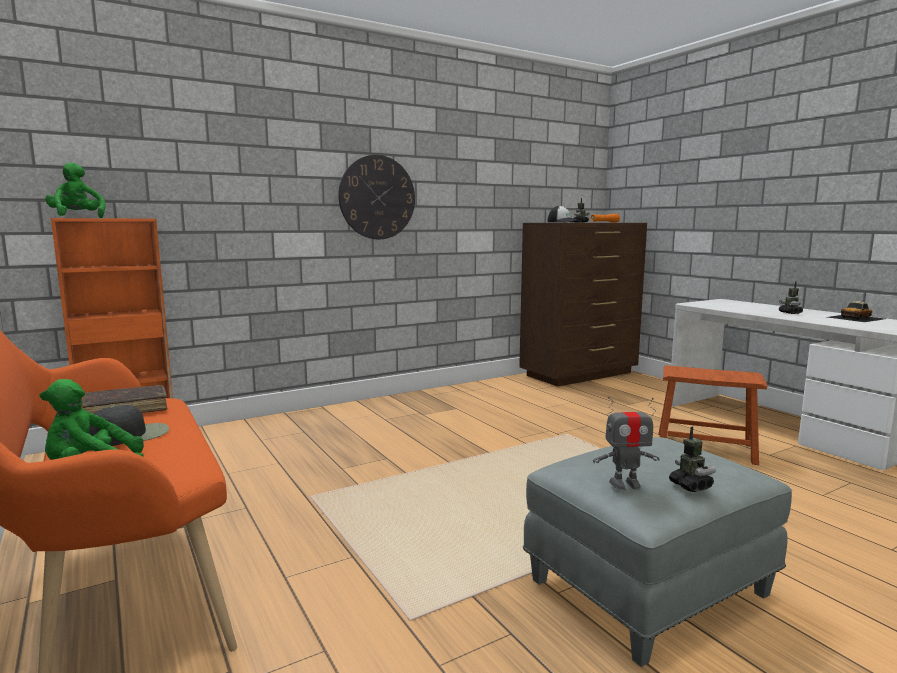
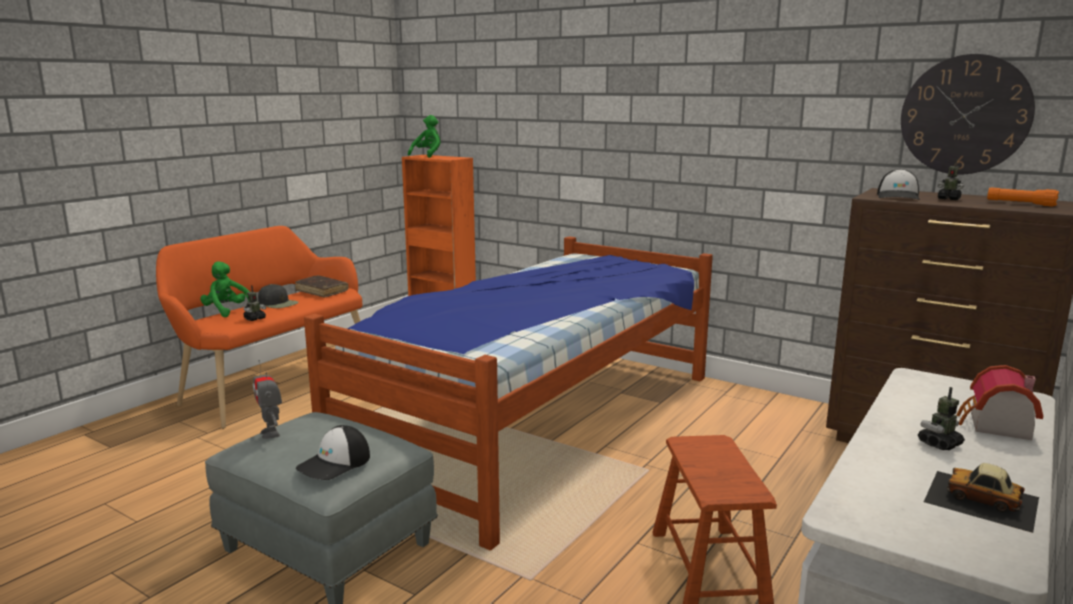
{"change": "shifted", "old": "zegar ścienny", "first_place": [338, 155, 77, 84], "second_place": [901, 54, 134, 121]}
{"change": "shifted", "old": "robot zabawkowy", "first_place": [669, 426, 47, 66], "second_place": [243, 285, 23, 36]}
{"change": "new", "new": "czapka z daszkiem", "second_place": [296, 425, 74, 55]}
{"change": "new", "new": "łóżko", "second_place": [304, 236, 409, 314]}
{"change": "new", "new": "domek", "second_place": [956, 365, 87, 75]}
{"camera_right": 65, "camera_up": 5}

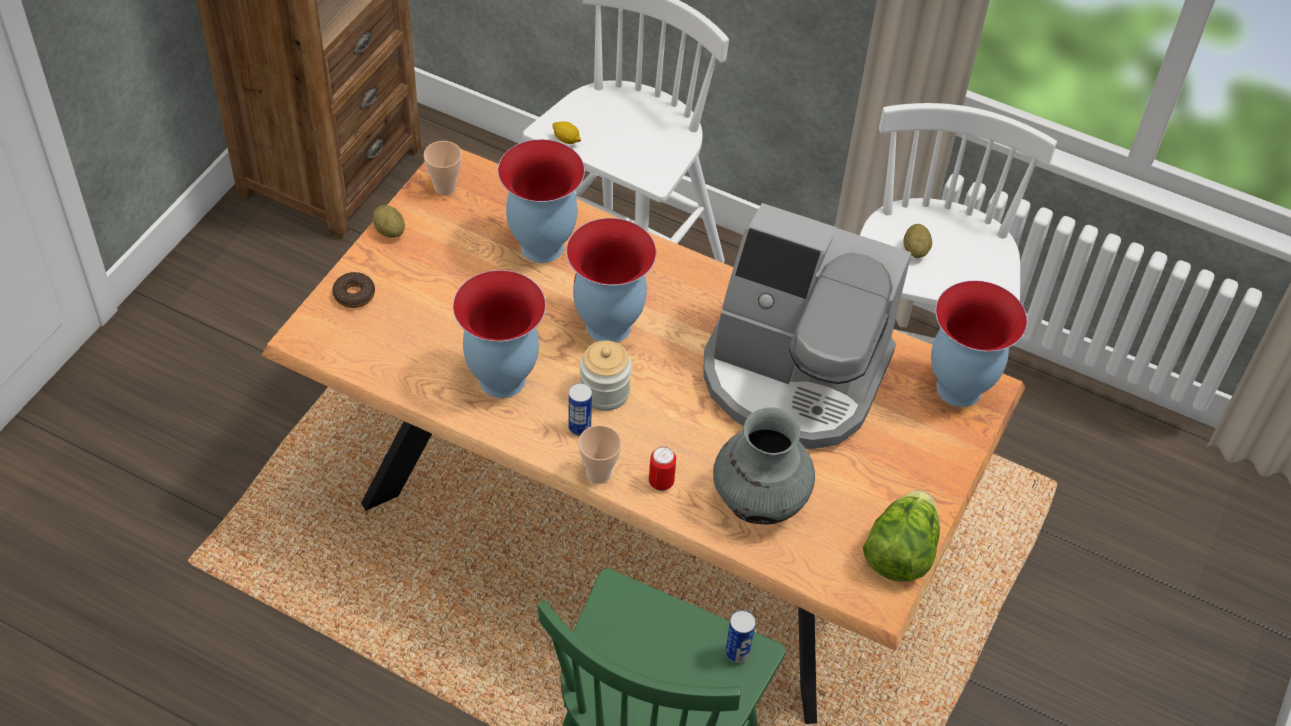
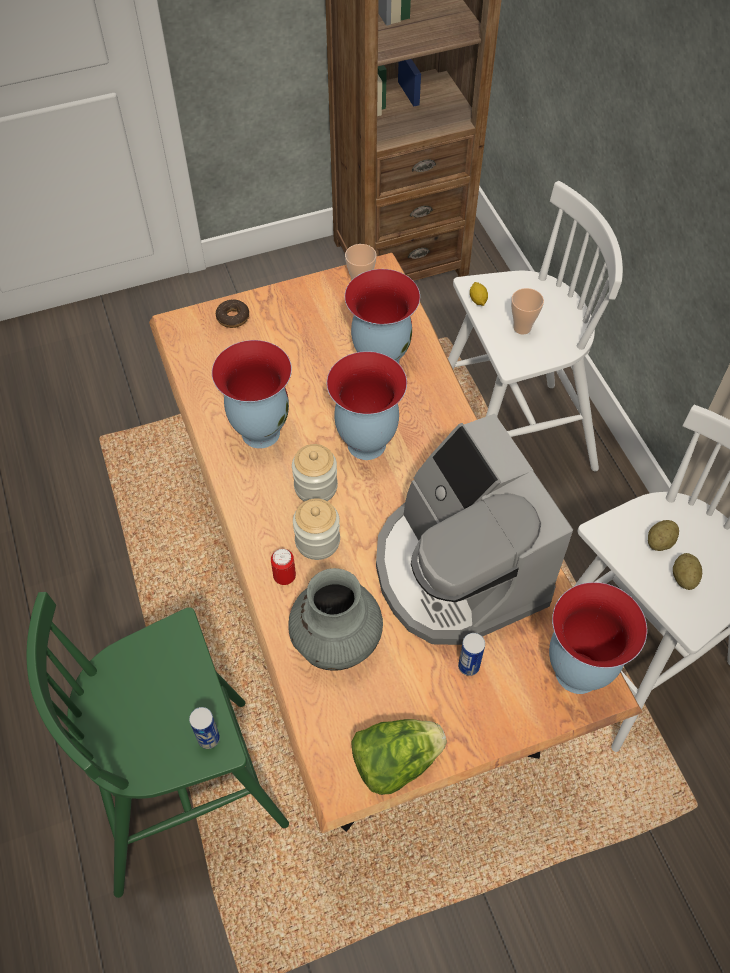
{"change": "shifted", "old": "ziemniak", "first_place": [373, 205, 32, 33], "second_place": [673, 553, 29, 37]}
{"change": "shifted", "old": "puszka", "first_place": [568, 383, 24, 53], "second_place": [458, 633, 27, 43]}
{"change": "shifted", "old": "filiżanka", "first_place": [578, 425, 44, 59], "second_place": [511, 288, 33, 47]}
{"change": "new", "new": "słoik", "second_place": [293, 498, 47, 62]}
{"camera_right": 45, "camera_up": 5}

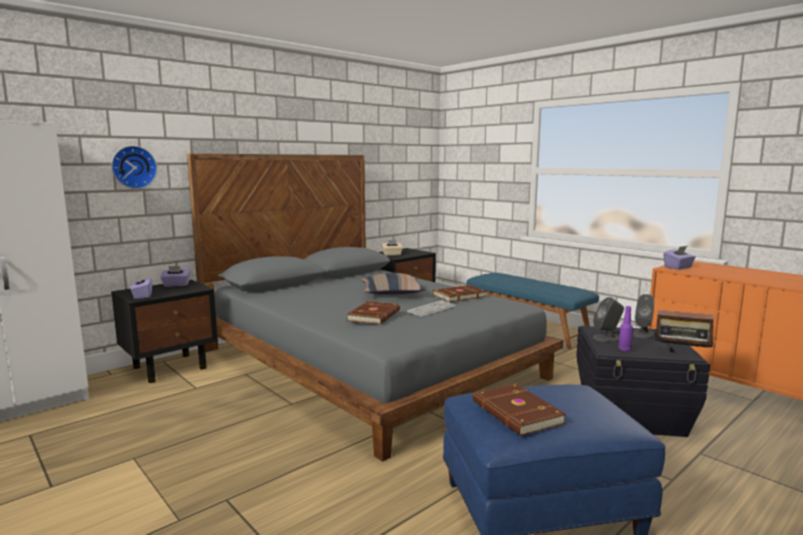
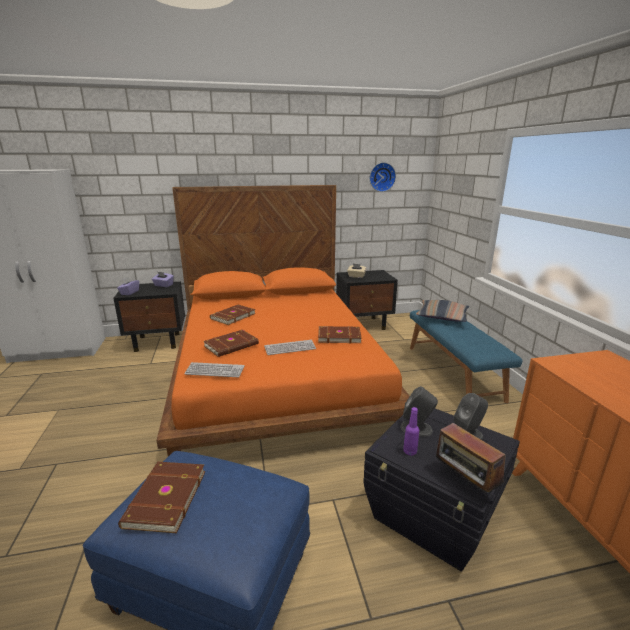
{"change": "shifted", "old": "zegar ścienny", "first_place": [111, 146, 46, 43], "second_place": [370, 162, 26, 30]}
{"change": "repainted", "old": "łóżko (szary)", "new": "łóżko (pomarańczowy)", "first_place": [187, 154, 376, 308], "second_place": [156, 185, 254, 271]}
{"change": "shifted", "old": "poduszka", "first_place": [361, 273, 65, 22], "second_place": [416, 300, 53, 22]}
{"change": "gone", "old": "pudełko chusteczek (fioletowy)", "first_place": [663, 246, 33, 24]}
{"change": "new", "new": "klawiatura", "second_place": [184, 362, 61, 15]}
{"change": "new", "new": "książka (brązowy)", "second_place": [210, 305, 46, 20]}
{"camera_right": 30, "camera_up": 10}

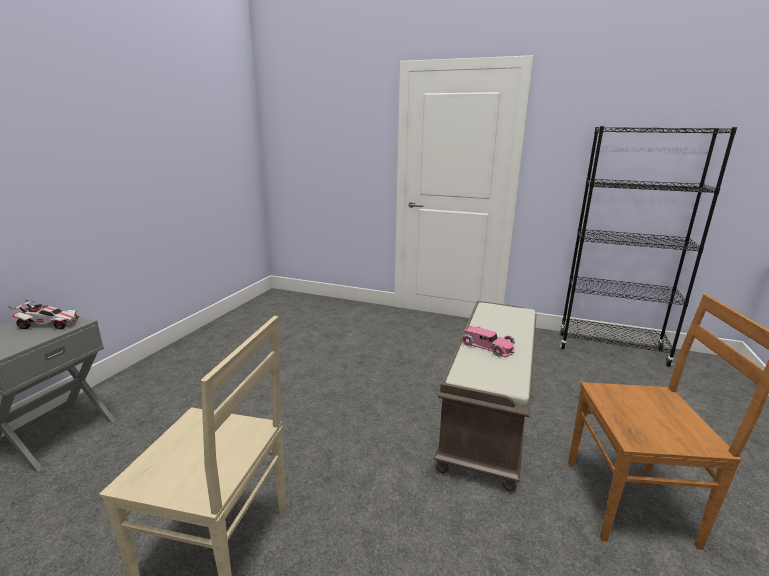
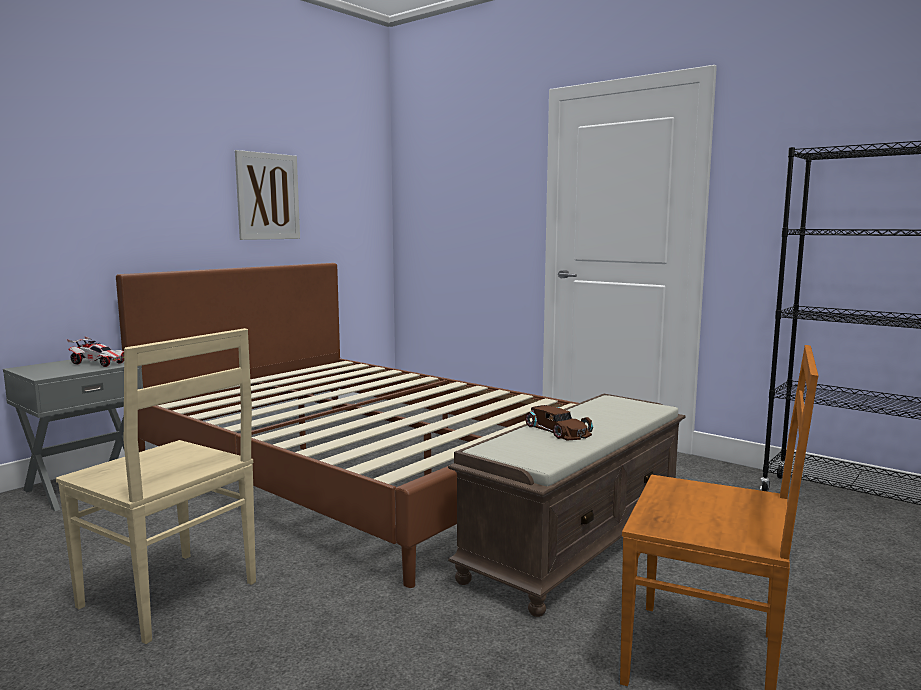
{"change": "repainted", "old": "samochodzik (różowy)", "new": "samochodzik (brązowy)", "first_place": [462, 326, 53, 31], "second_place": [525, 405, 68, 35]}
{"change": "new", "new": "łóżko (brązowy)", "second_place": [116, 263, 462, 325]}
{"change": "new", "new": "obraz", "second_place": [235, 150, 65, 90]}
{"camera_right": 20, "camera_up": -10}

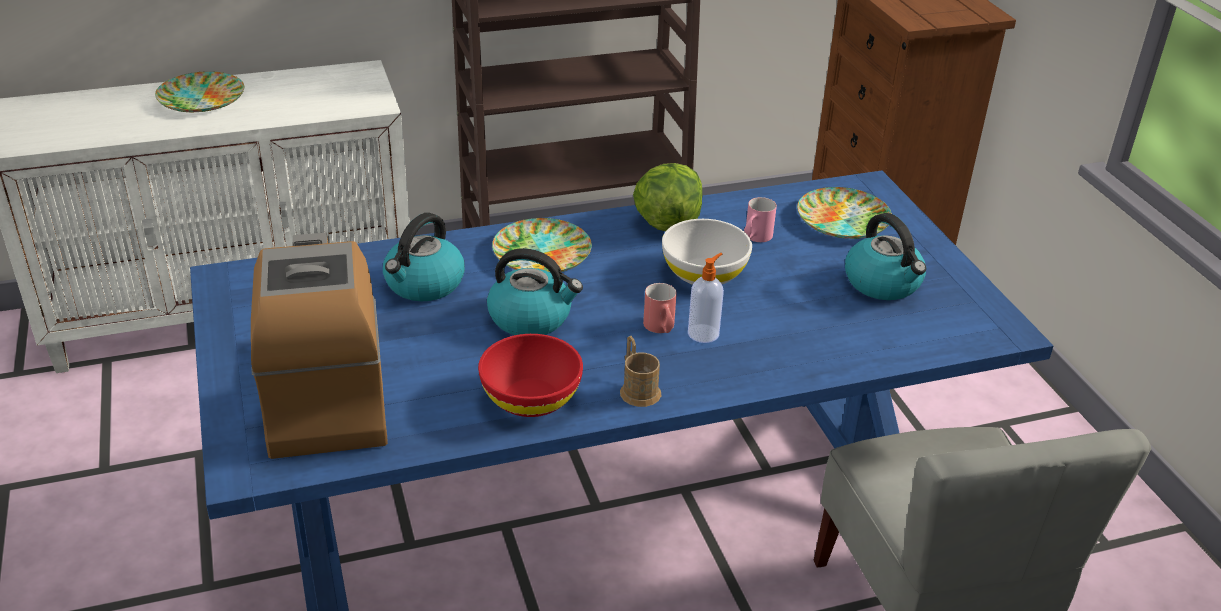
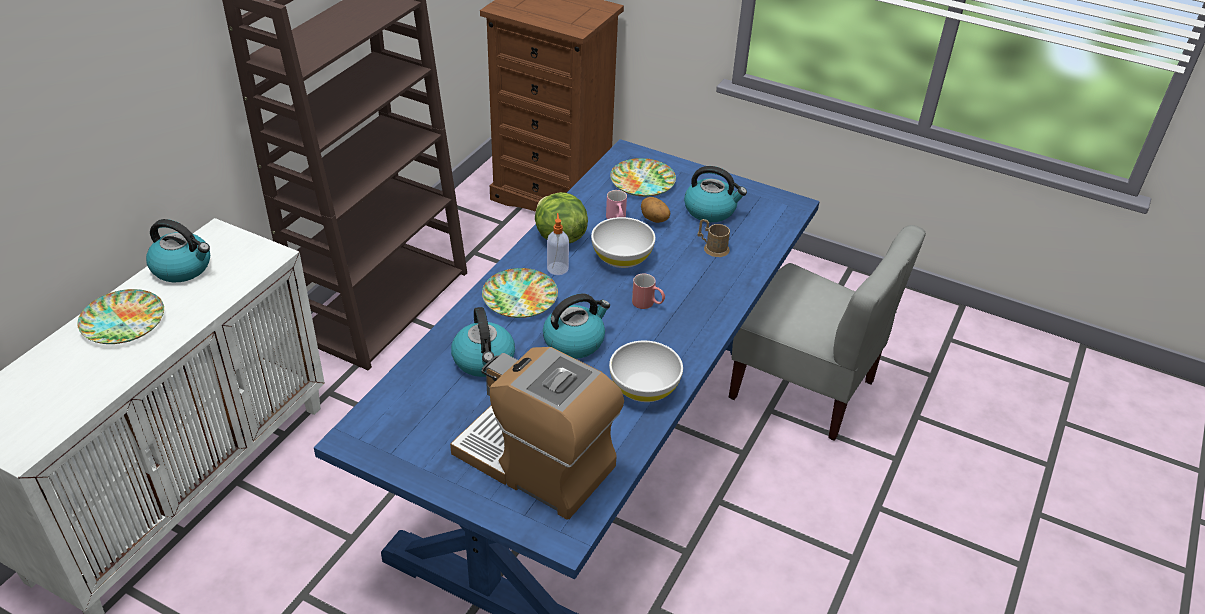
{"change": "repainted", "old": "miska (czerwony)", "new": "miska (biały)", "first_place": [478, 334, 105, 83], "second_place": [609, 341, 74, 61]}
{"change": "shifted", "old": "kubek (brązowy)", "first_place": [620, 336, 41, 71], "second_place": [697, 219, 33, 38]}
{"change": "shifted", "old": "dozownik mydła", "first_place": [688, 253, 36, 90], "second_place": [547, 213, 22, 62]}
{"change": "new", "new": "czajnik", "second_place": [146, 219, 64, 63]}
{"change": "new", "new": "ziemniak", "second_place": [641, 197, 29, 26]}
{"camera_right": -45, "camera_up": 5}

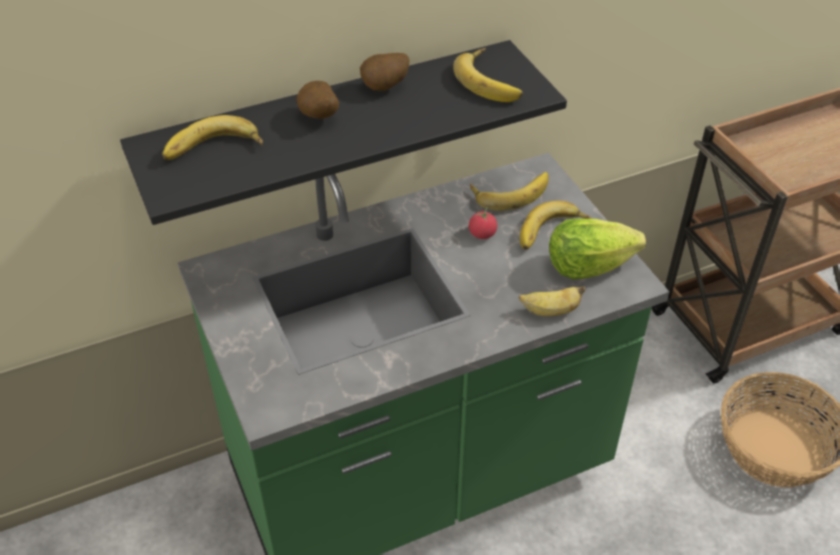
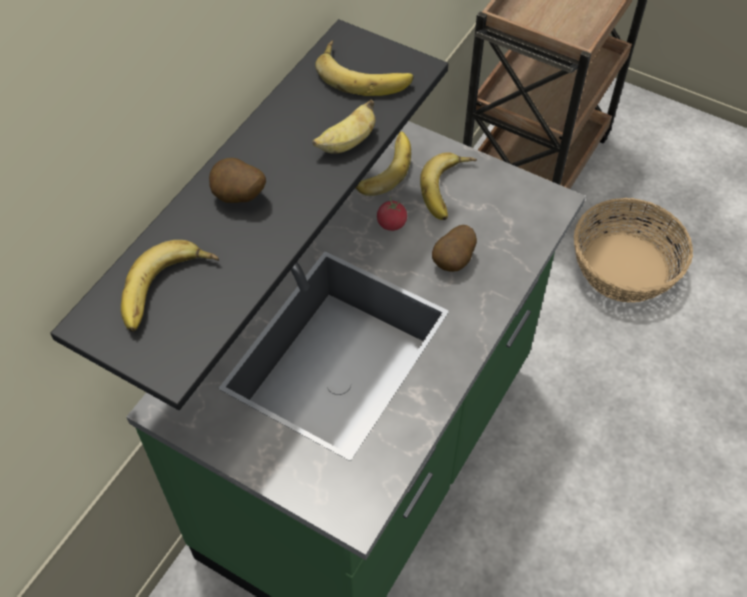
{"change": "shifted", "old": "ziemniak", "first_place": [360, 53, 49, 38], "second_place": [432, 225, 45, 47]}
{"change": "shifted", "old": "banan", "first_place": [519, 286, 66, 30], "second_place": [313, 99, 63, 55]}
{"change": "gone", "old": "sałata", "first_place": [549, 218, 97, 62]}
{"camera_right": -35, "camera_up": 10}

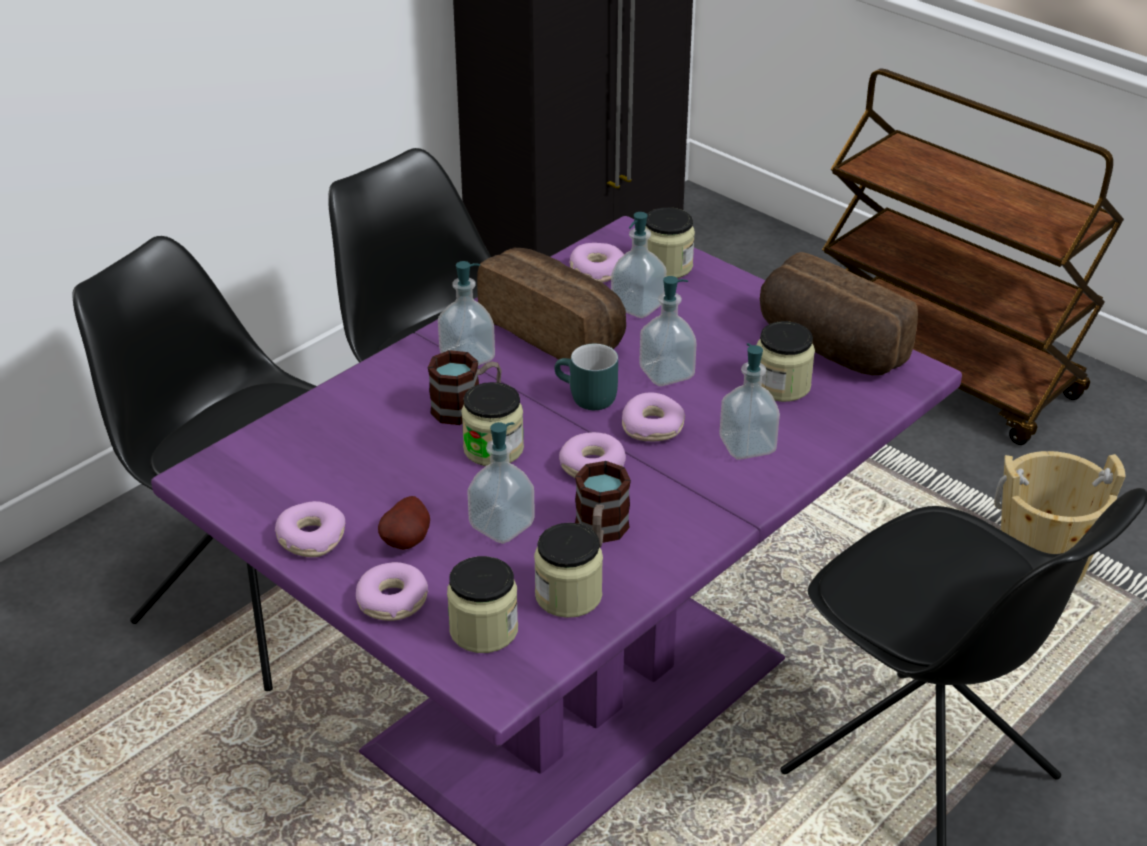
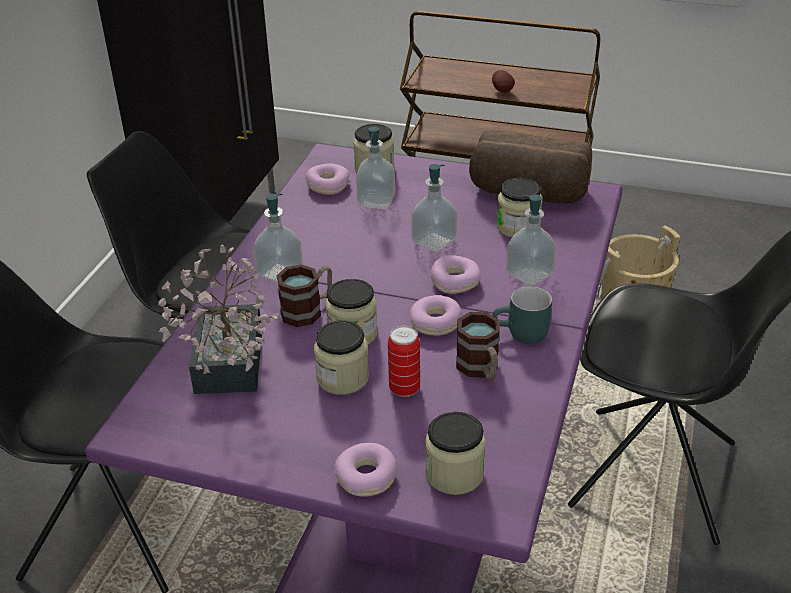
{"change": "gone", "old": "donut", "first_place": [275, 501, 70, 56]}
{"change": "shifted", "old": "ziemniak", "first_place": [378, 496, 52, 54], "second_place": [492, 70, 23, 23]}
{"change": "swapped", "old": "dozownik mydła", "new": "puszka", "first_place": [467, 422, 68, 122], "second_place": [388, 326, 32, 71]}
{"change": "gone", "old": "chleb", "first_place": [477, 248, 149, 111]}
{"change": "shifted", "old": "słoik", "first_place": [534, 523, 69, 95], "second_place": [314, 320, 55, 75]}
{"change": "shifted", "old": "kubek (turkusowy)", "first_place": [554, 344, 64, 66], "second_place": [492, 286, 60, 58]}
{"change": "new", "new": "roślina doniczkowa", "second_place": [158, 245, 121, 149]}
{"camera_right": -25, "camera_up": 0}

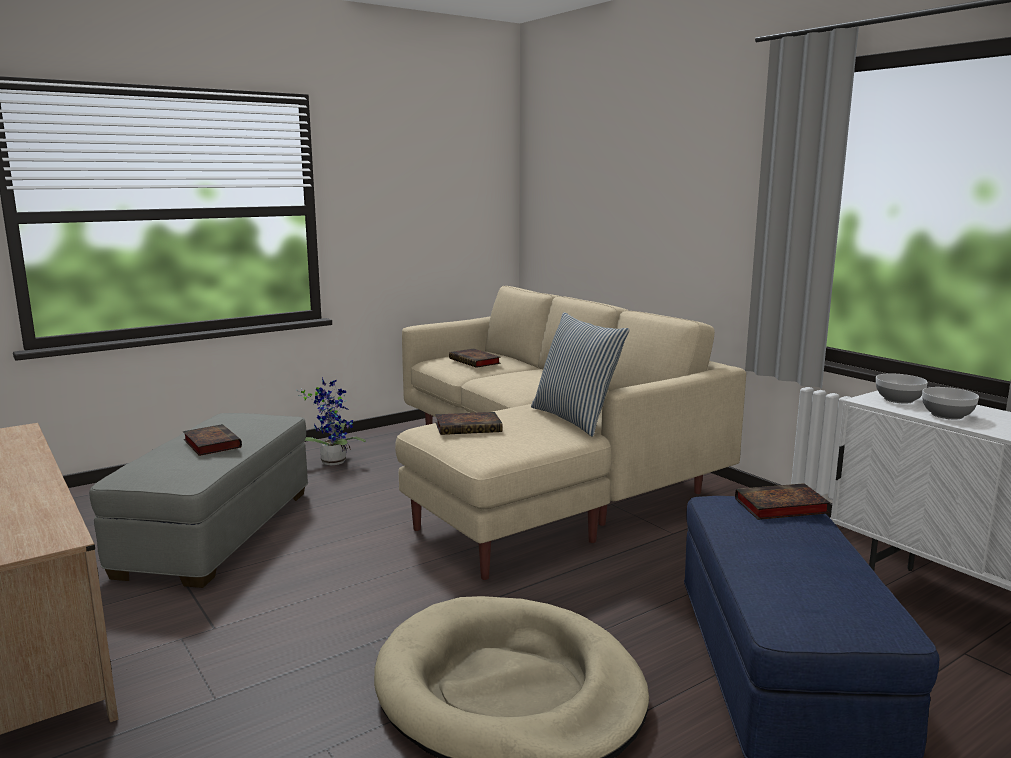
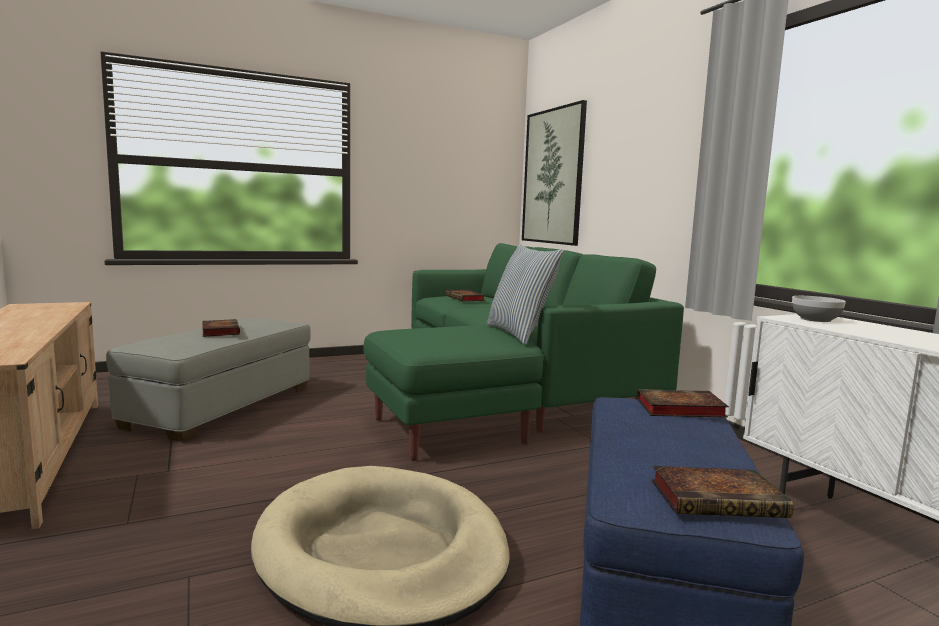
{"change": "gone", "old": "roślina doniczkowa", "first_place": [296, 378, 70, 87]}
{"change": "repainted", "old": "kanapa (beżowy)", "new": "kanapa (zielony)", "first_place": [395, 286, 351, 294], "second_place": [363, 243, 321, 218]}
{"change": "shifted", "old": "książka", "first_place": [436, 412, 67, 23], "second_place": [651, 466, 142, 52]}
{"change": "gone", "old": "miska", "first_place": [922, 387, 57, 32]}
{"change": "new", "new": "obraz", "second_place": [522, 100, 65, 146]}
{"camera_right": 10, "camera_up": -5}

